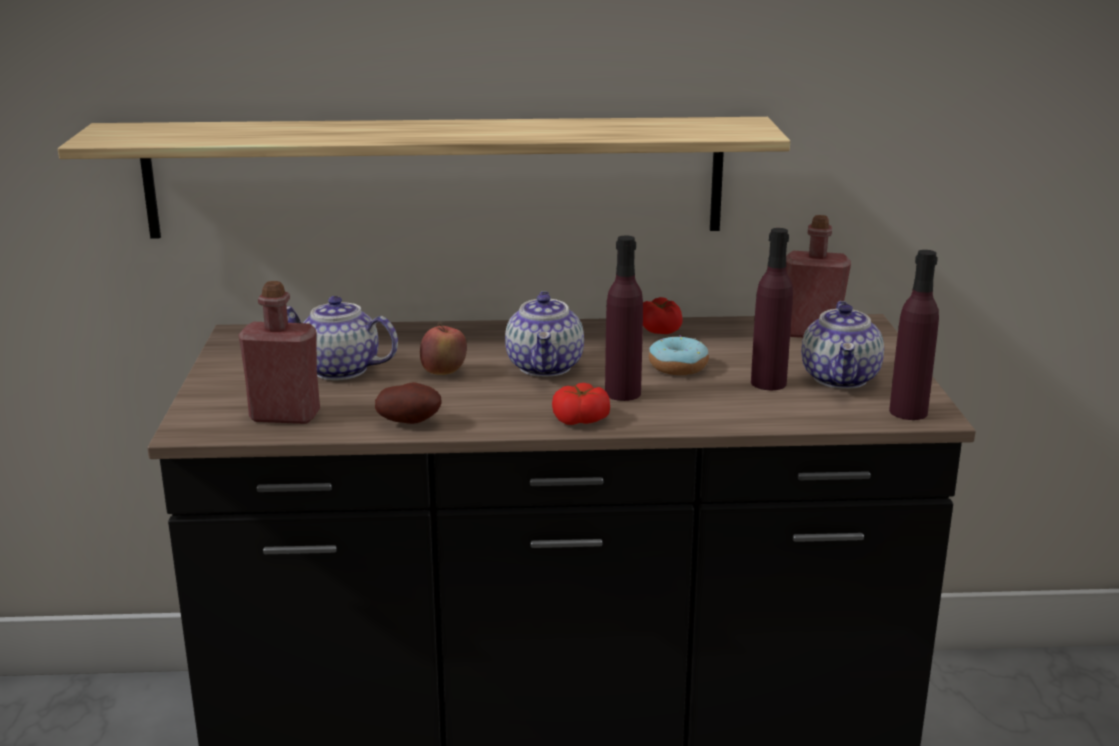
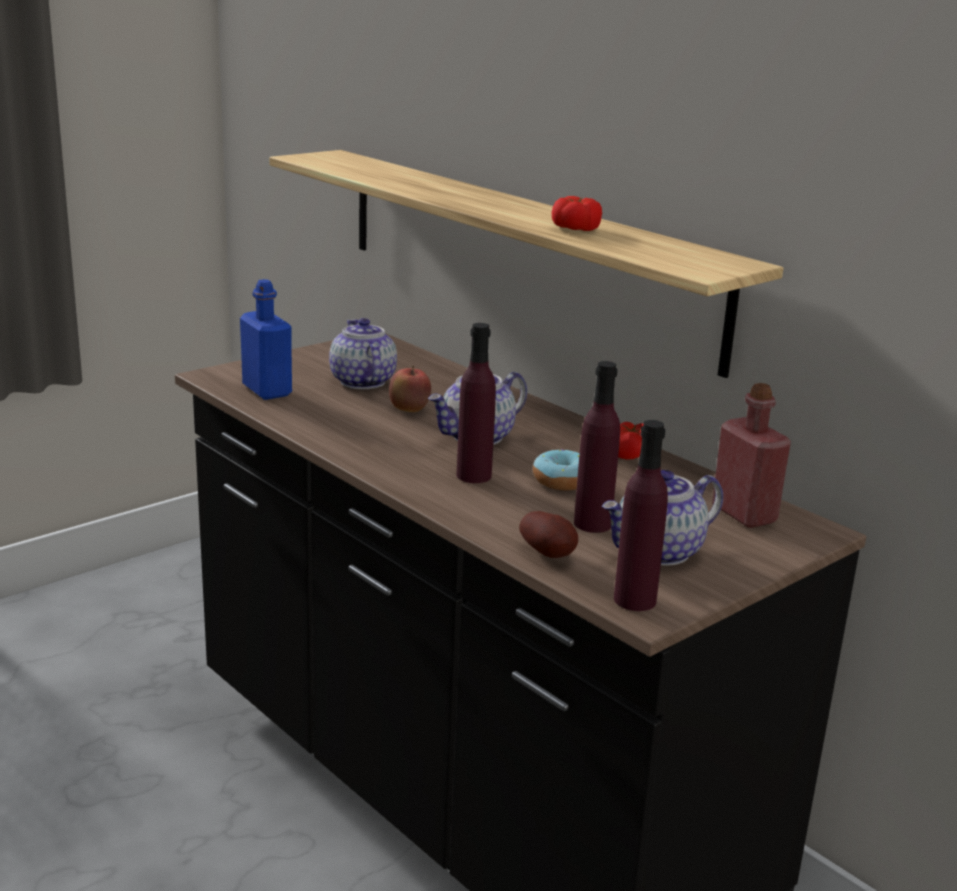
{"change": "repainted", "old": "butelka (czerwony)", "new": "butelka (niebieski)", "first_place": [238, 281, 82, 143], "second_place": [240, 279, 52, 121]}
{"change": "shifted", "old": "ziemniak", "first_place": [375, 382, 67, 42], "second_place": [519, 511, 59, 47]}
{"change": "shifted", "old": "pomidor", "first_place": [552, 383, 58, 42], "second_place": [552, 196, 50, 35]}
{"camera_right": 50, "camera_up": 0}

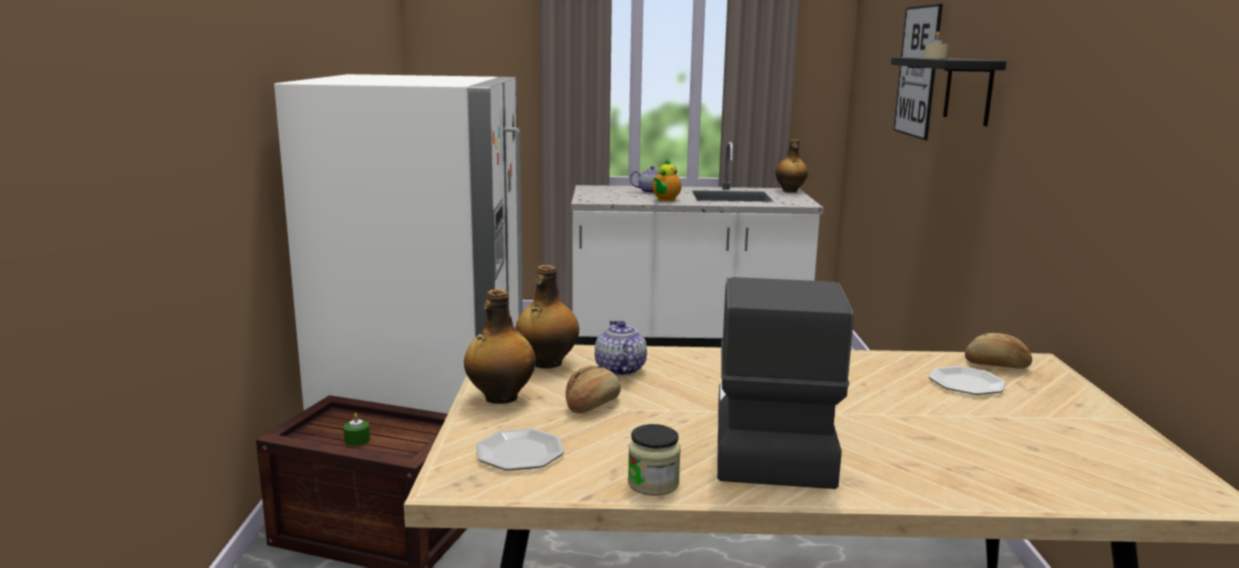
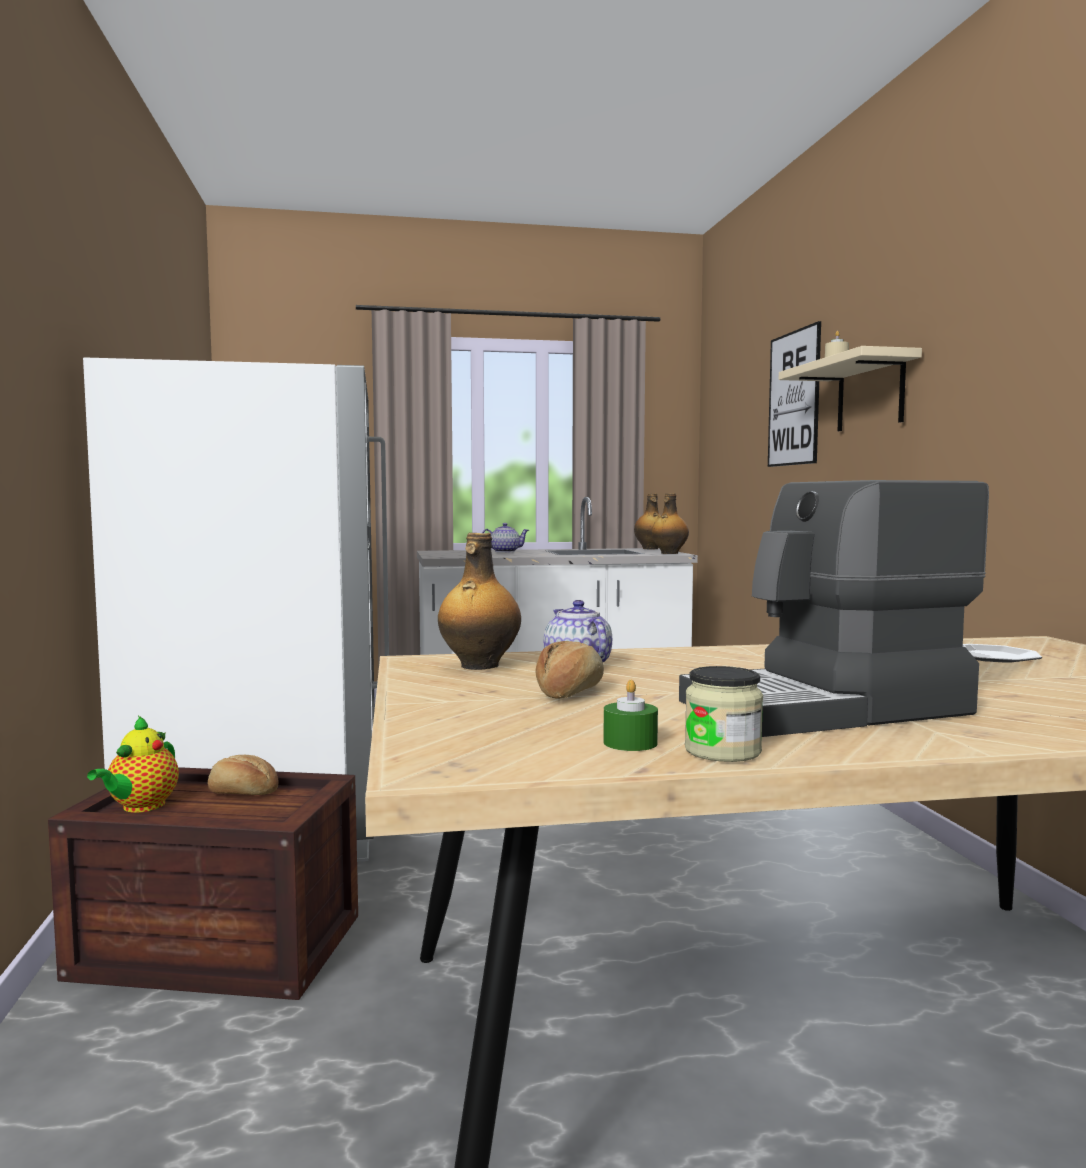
{"change": "shifted", "old": "świeca (zielony)", "first_place": [344, 413, 26, 33], "second_place": [603, 679, 55, 72]}
{"change": "shifted", "old": "butelka", "first_place": [464, 289, 72, 115], "second_place": [651, 493, 38, 61]}
{"change": "gone", "old": "talerz", "first_place": [476, 428, 88, 42]}
{"change": "shifted", "old": "imbryk", "first_place": [652, 158, 29, 43], "second_place": [87, 716, 92, 97]}
{"change": "rotated", "old": "ekspres do kawy", "first_place": [717, 277, 136, 212], "second_place": [679, 480, 310, 257], "degrees": -105}
{"change": "repainted", "old": "półka (czarny)", "new": "półka (beżowy)", "first_place": [891, 57, 115, 69], "second_place": [779, 346, 143, 85]}
{"change": "shifted", "old": "chleb", "first_place": [965, 333, 67, 36], "second_place": [208, 755, 71, 40]}
{"camera_right": -10, "camera_up": -10}

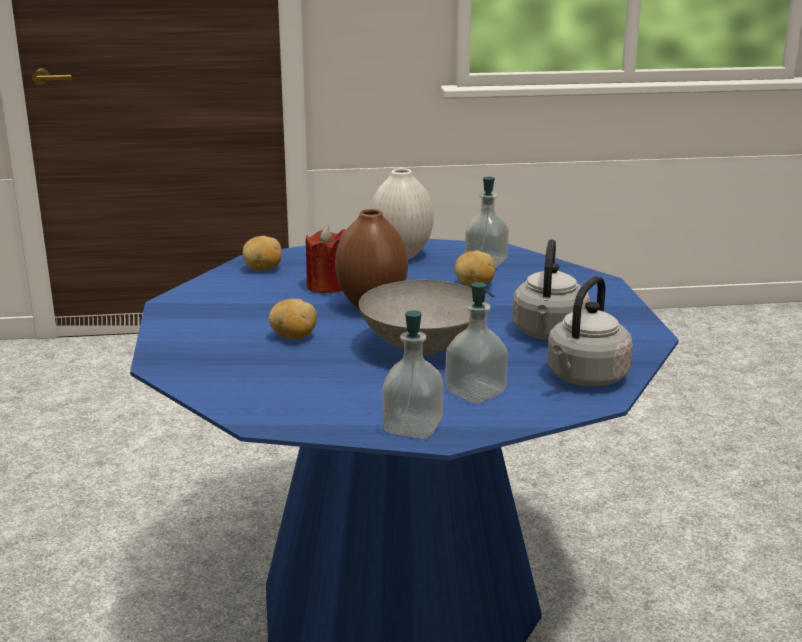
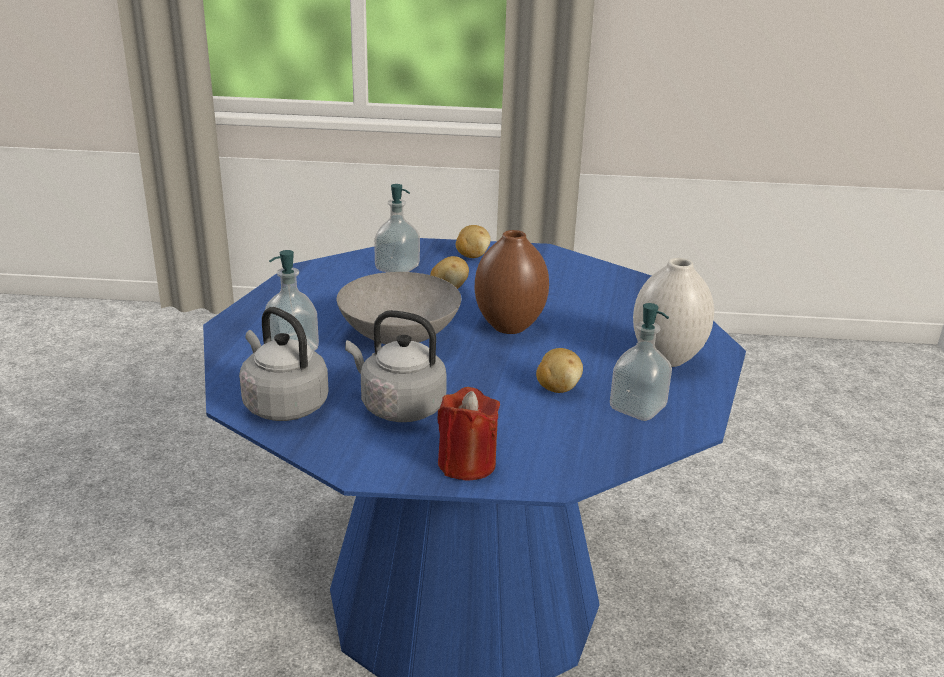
{"change": "shifted", "old": "ziemniak", "first_place": [242, 236, 40, 35], "second_place": [456, 225, 35, 33]}
{"change": "shifted", "old": "świeca (czerwony)", "first_place": [306, 225, 40, 68], "second_place": [437, 387, 63, 94]}
{"change": "shifted", "old": "dozownik mydła", "first_place": [383, 310, 60, 128], "second_place": [374, 184, 46, 88]}
{"camera_right": 100, "camera_up": 5}

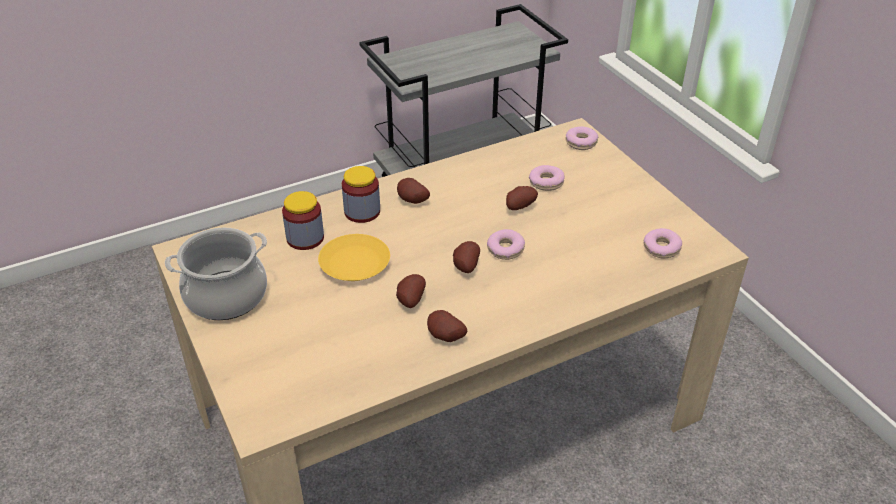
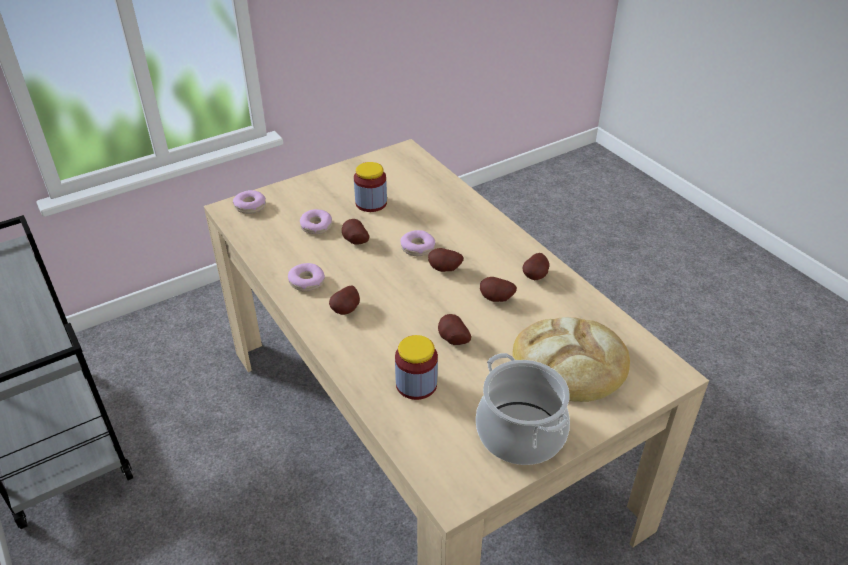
{"change": "swapped", "old": "talerz (żółty)", "new": "ziemniak", "first_place": [318, 234, 72, 47], "second_place": [438, 314, 33, 31]}
{"change": "shifted", "old": "słoik", "first_place": [342, 166, 38, 57], "second_place": [354, 162, 33, 50]}
{"change": "shifted", "old": "donut", "first_place": [644, 228, 38, 30], "second_place": [288, 263, 37, 28]}
{"change": "new", "new": "chleb", "second_place": [512, 317, 118, 85]}
{"camera_right": -95, "camera_up": 0}

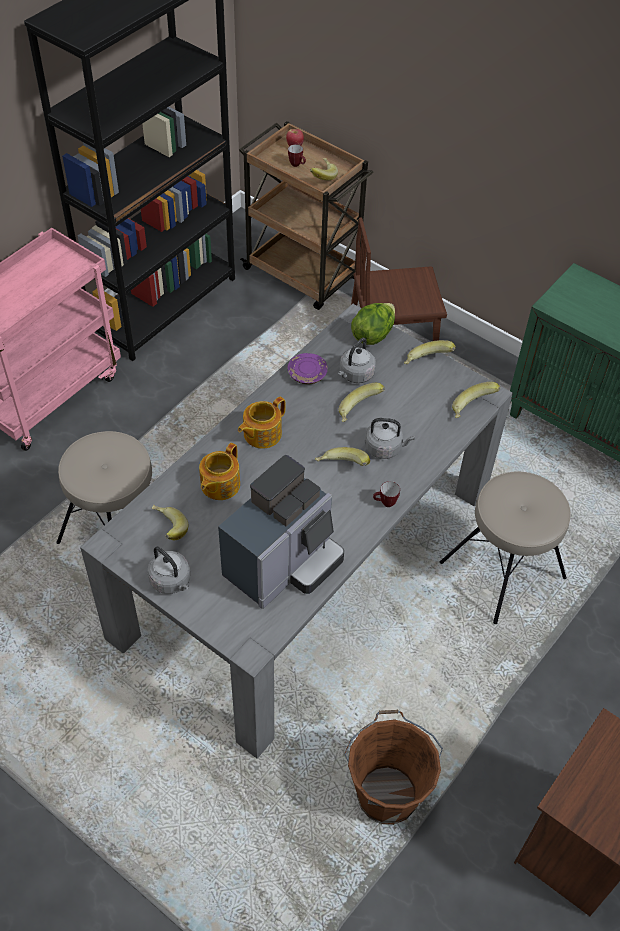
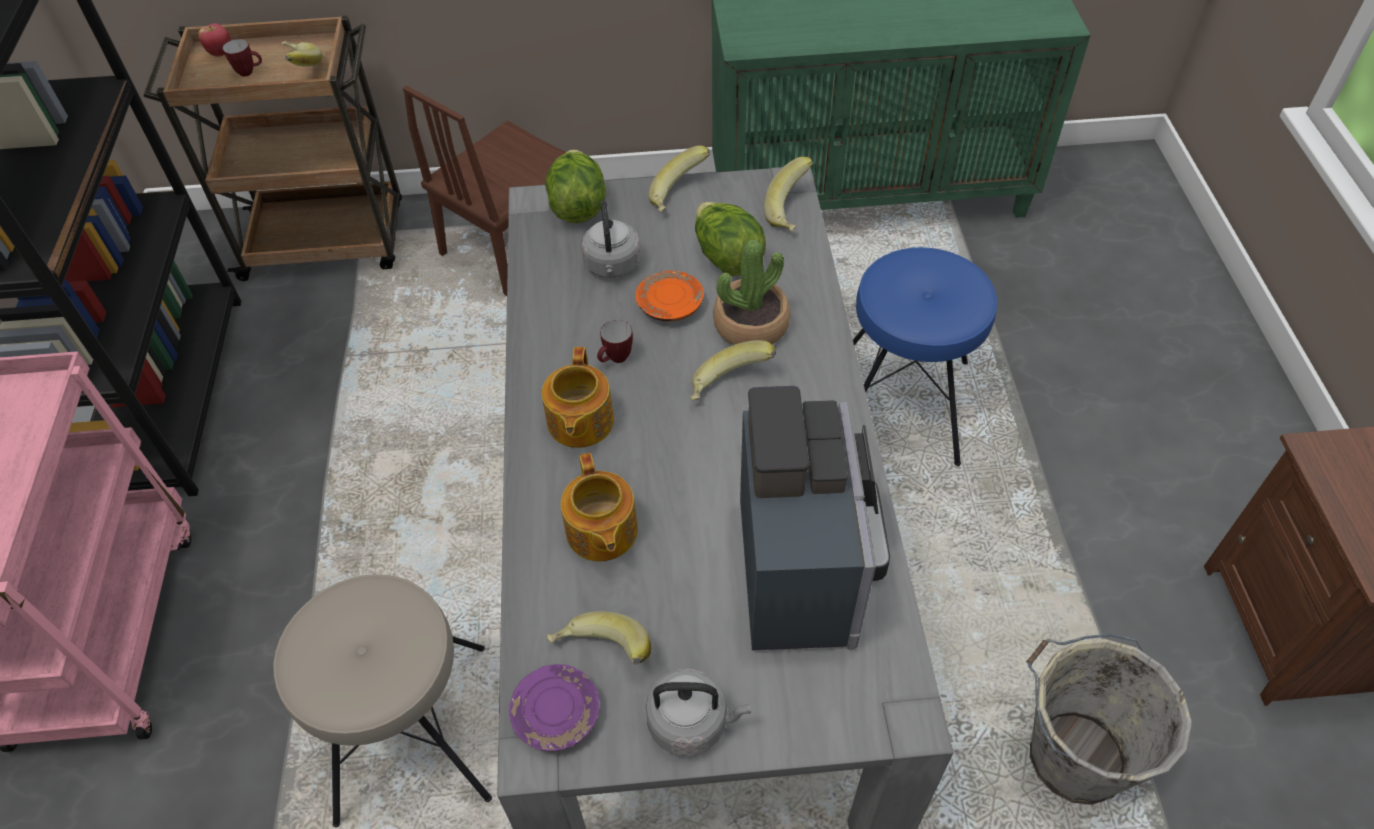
{"change": "shifted", "old": "talerz (fioletowy)", "first_place": [288, 353, 40, 31], "second_place": [509, 664, 91, 87]}
{"change": "swapped", "old": "banan", "new": "talerz (pomarańczowy)", "first_place": [339, 383, 46, 39], "second_place": [636, 270, 68, 52]}
{"change": "repainted", "old": "wiadro (brązowy)", "new": "wiadro (szary)", "first_place": [344, 710, 99, 115], "second_place": [1026, 634, 166, 171]}
{"change": "swapped", "old": "czajnik (szary)", "new": "roślina doniczkowa", "first_place": [365, 418, 50, 41], "second_place": [713, 239, 78, 106]}
{"change": "shifted", "old": "kubek", "first_place": [373, 481, 27, 26], "second_place": [597, 320, 36, 43]}
{"change": "repainted", "old": "stołek (beżowy)", "new": "stołek (niebieski)", "first_place": [440, 471, 131, 153], "second_place": [853, 247, 145, 219]}
{"change": "new", "new": "sałata", "second_place": [695, 202, 71, 74]}
{"camera_right": -40, "camera_up": 0}

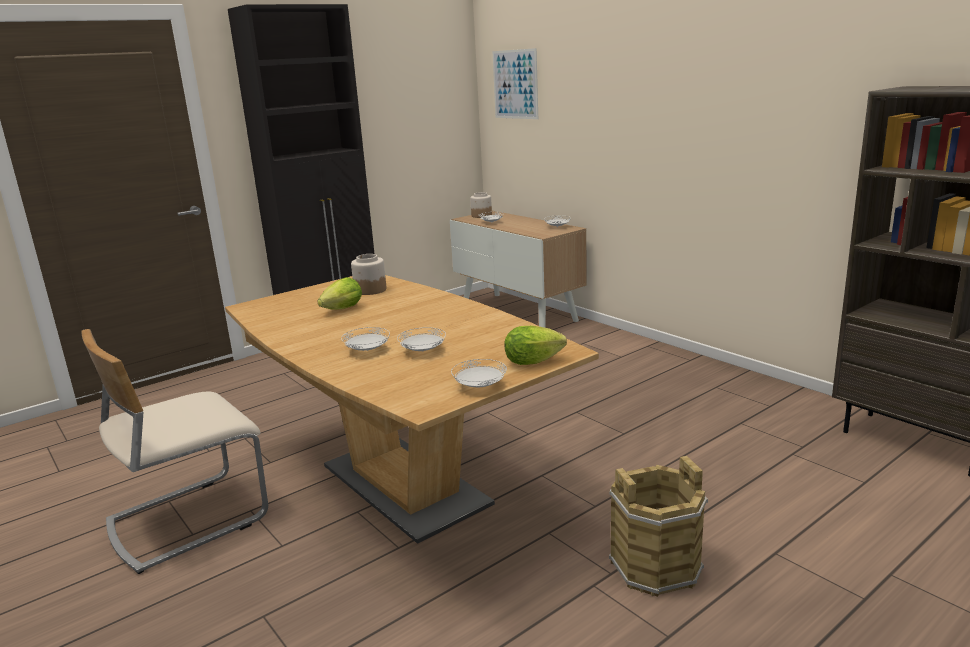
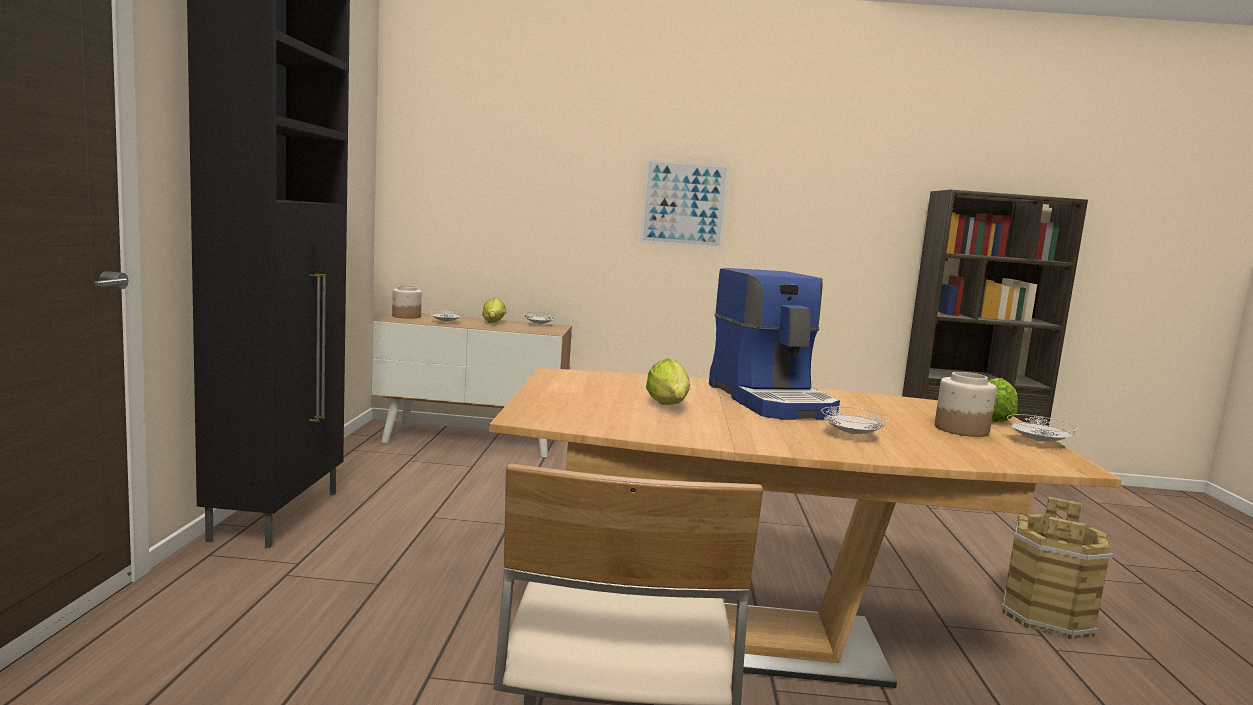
{"change": "shifted", "old": "słoik", "first_place": [351, 254, 36, 41], "second_place": [935, 372, 62, 65]}
{"change": "gone", "old": "talerz (biały)", "first_place": [397, 327, 49, 24]}
{"change": "shifted", "old": "obraz", "first_place": [492, 48, 46, 71], "second_place": [640, 159, 90, 90]}
{"change": "new", "new": "sałata", "second_place": [482, 298, 25, 25]}
{"change": "new", "new": "ekspres do kawy", "second_place": [709, 268, 131, 152]}
{"camera_right": -50, "camera_up": -10}

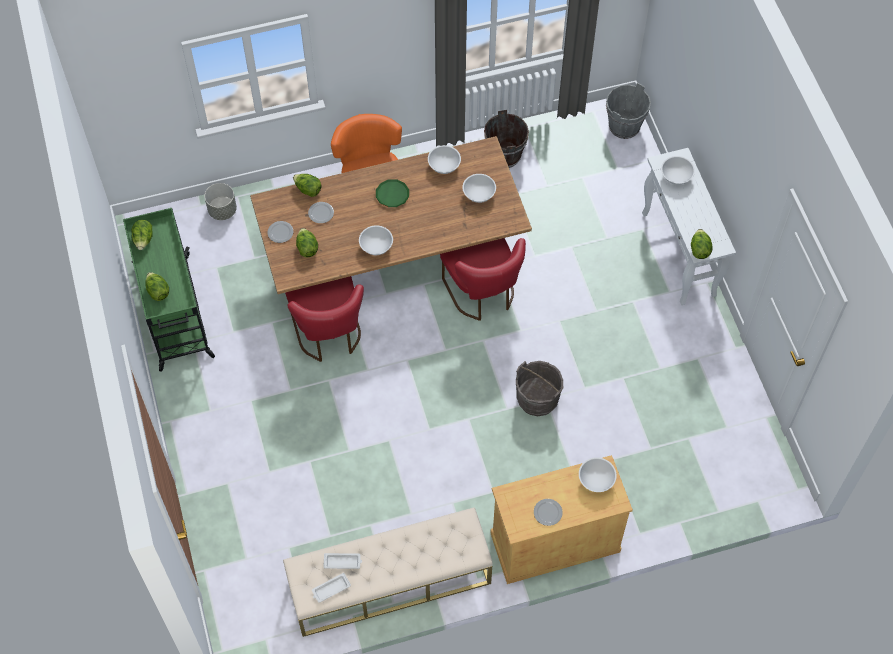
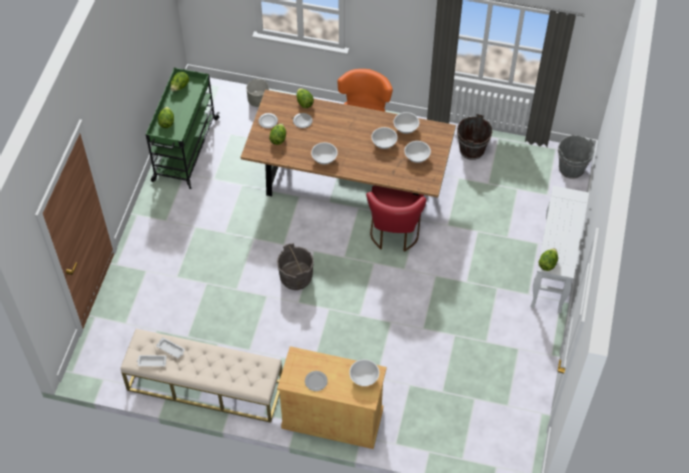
{"change": "gone", "old": "krzesło (czerwony)", "first_place": [285, 276, 79, 86]}
{"change": "gone", "old": "talerz (zielony)", "first_place": [376, 180, 33, 27]}
{"change": "shifted", "old": "wiadro (szary)", "first_place": [516, 361, 48, 55], "second_place": [277, 243, 37, 47]}
{"change": "shifted", "old": "miska (biały)", "first_place": [661, 156, 34, 29], "second_place": [371, 127, 27, 22]}
{"camera_right": 30, "camera_up": -5}

